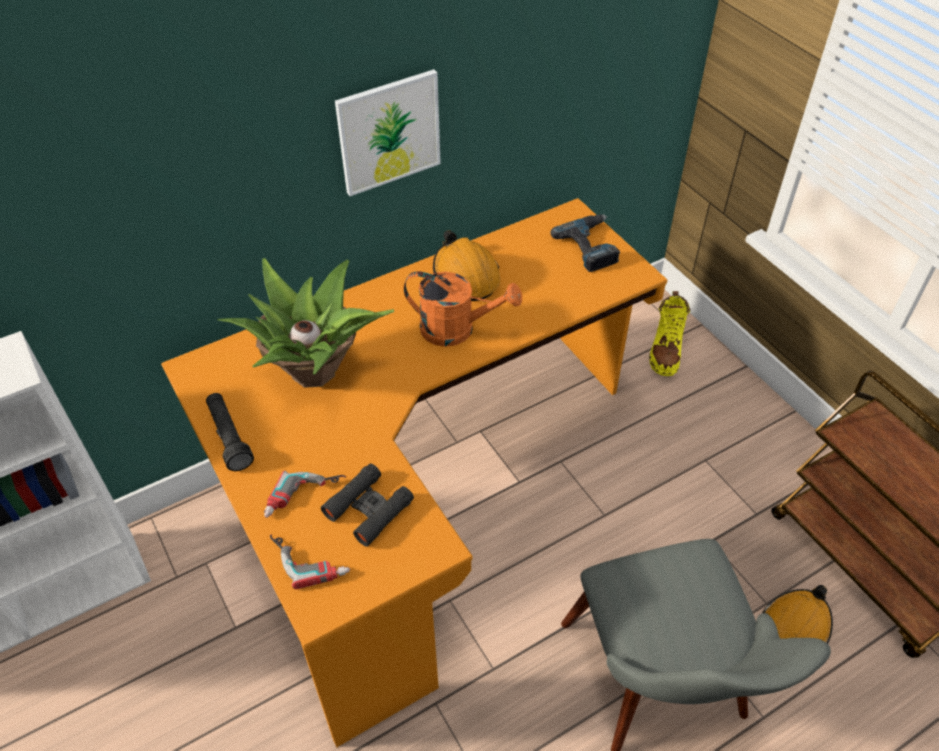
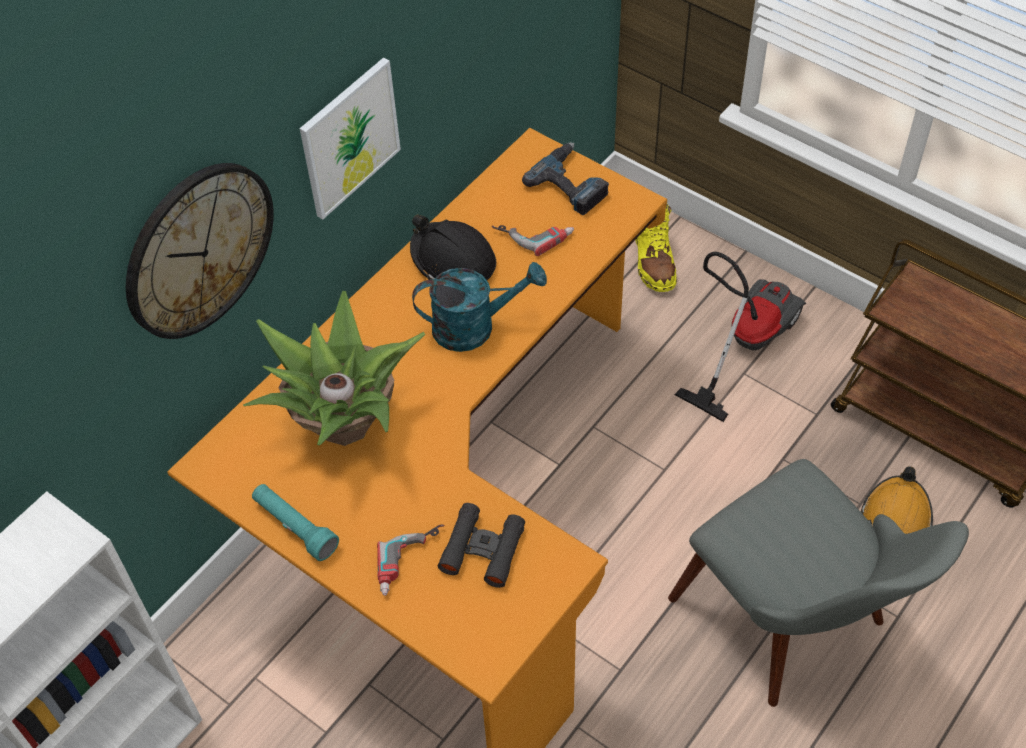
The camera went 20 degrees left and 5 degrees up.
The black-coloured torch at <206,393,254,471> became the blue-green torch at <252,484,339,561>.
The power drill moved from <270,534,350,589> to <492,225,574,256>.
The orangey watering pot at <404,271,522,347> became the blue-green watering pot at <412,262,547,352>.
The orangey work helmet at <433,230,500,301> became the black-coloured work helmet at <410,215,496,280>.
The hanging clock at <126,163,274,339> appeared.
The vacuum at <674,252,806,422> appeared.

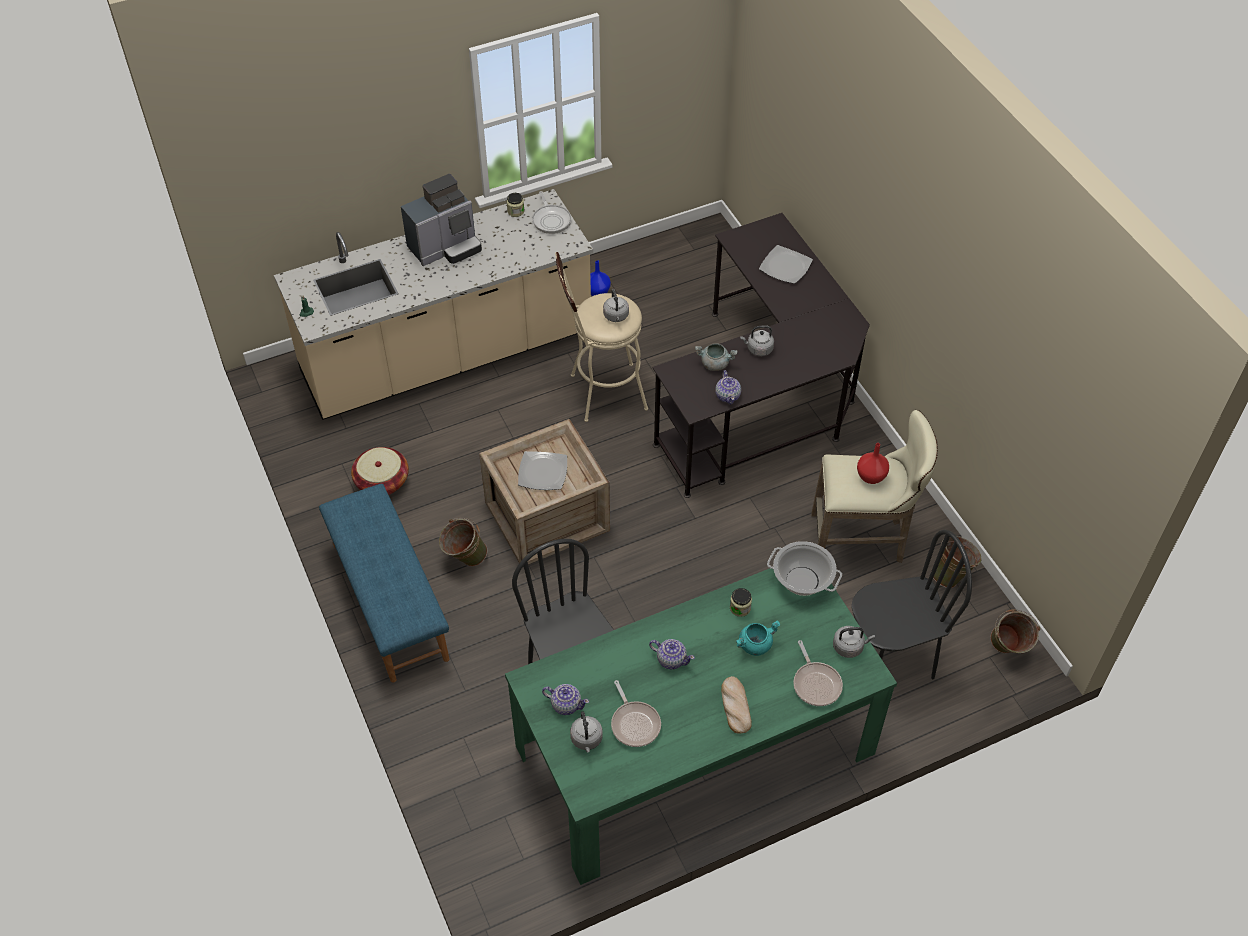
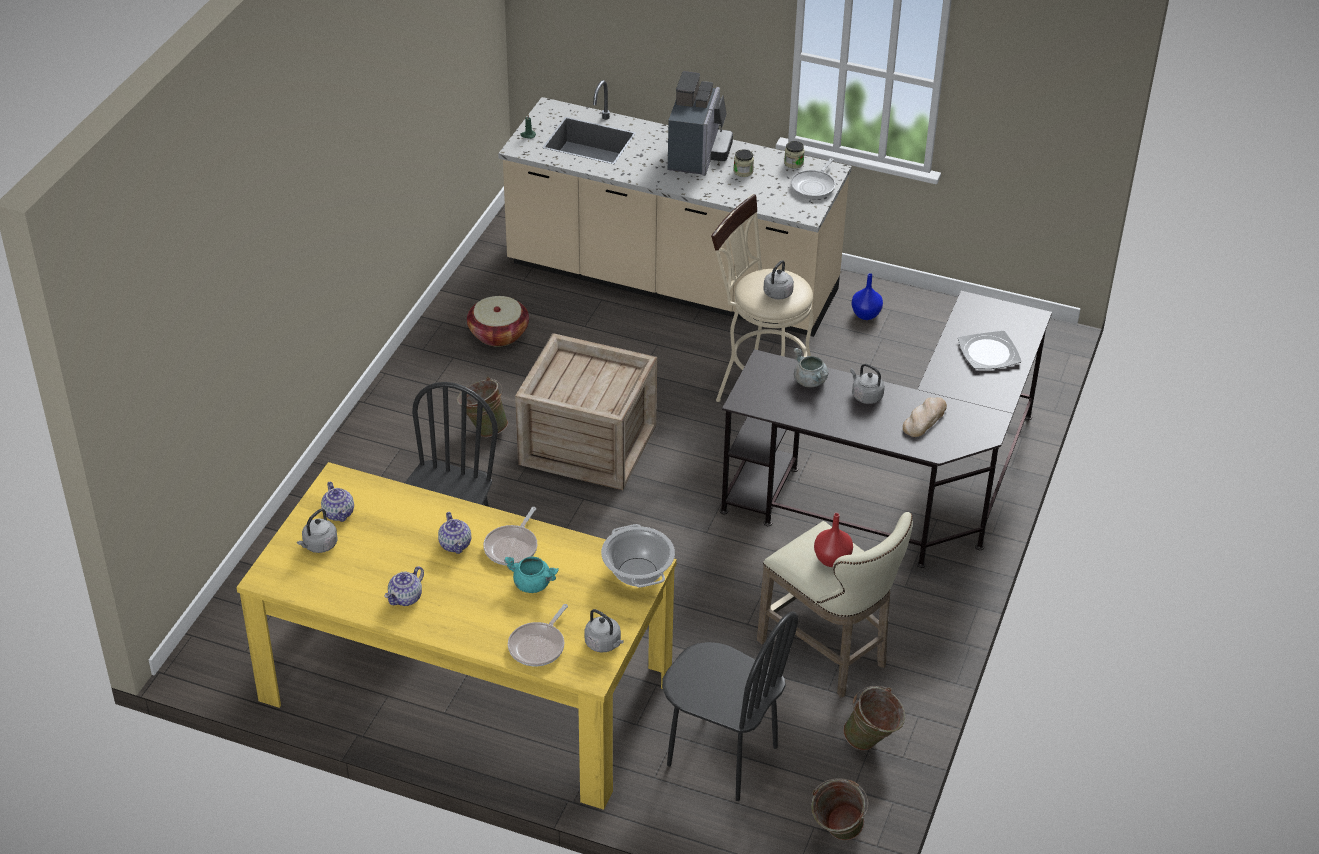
The camera went 45 degrees right and 10 degrees down.
The bluish indoor bench at <319,484,449,683> disappeared.
The coffee brewer at <401,174,482,266> turned 90 degrees counterclockwise.
The green dinner table at <505,568,897,885> became the yellow dinner table at <236,462,677,810>.
The dinner plate at <518,451,567,490> disappeared.
The skillet moved from <611,680,661,747> to <483,507,537,566>.
The tea pot moved from <716,370,741,404> to <384,566,424,606>.
The bread moved from <721,676,752,734> to <903,397,947,437>.
The preserve jar moved from <730,588,752,617> to <734,149,754,177>.

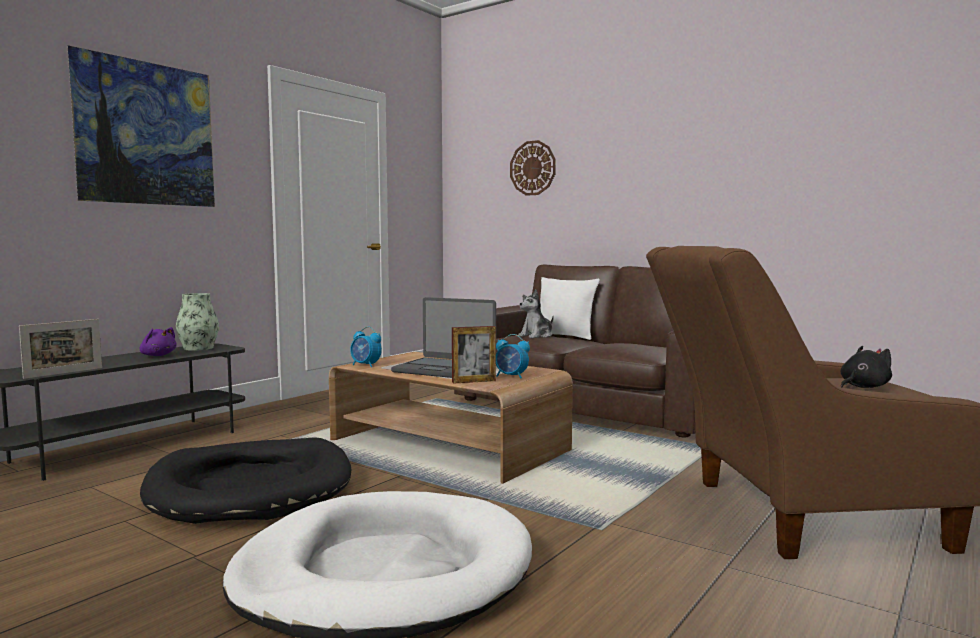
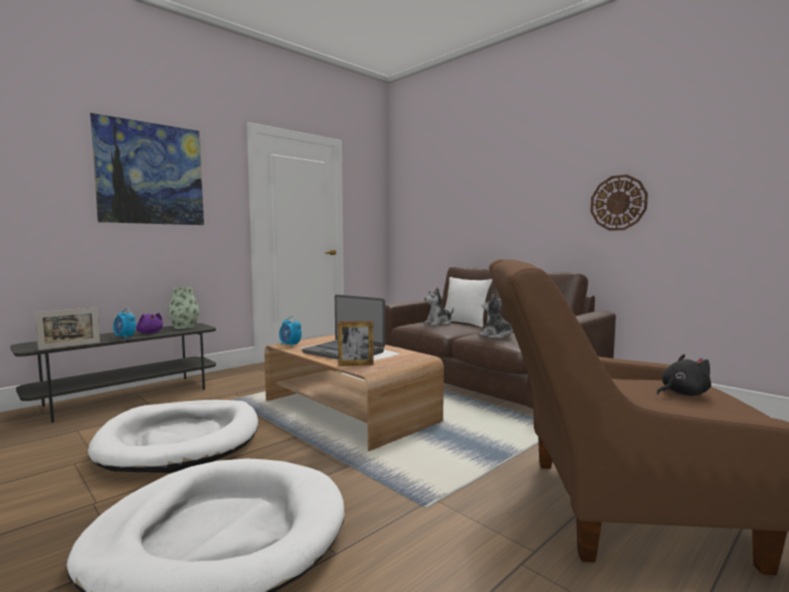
The camera went 10 degrees right and 0 degrees up.
The black-coloured dog bed at <140,437,351,524> became the white dog bed at <88,400,258,473>.
The table clock moved from <496,334,530,378> to <113,308,136,339>.
The hanging clock moved from <510,140,556,196> to <590,175,648,231>.
The plush toy at <479,294,513,338> appeared.

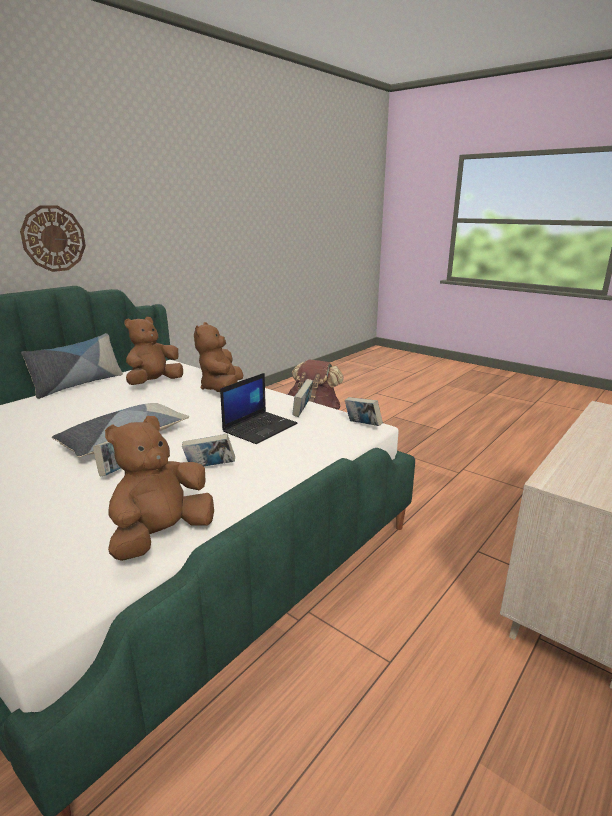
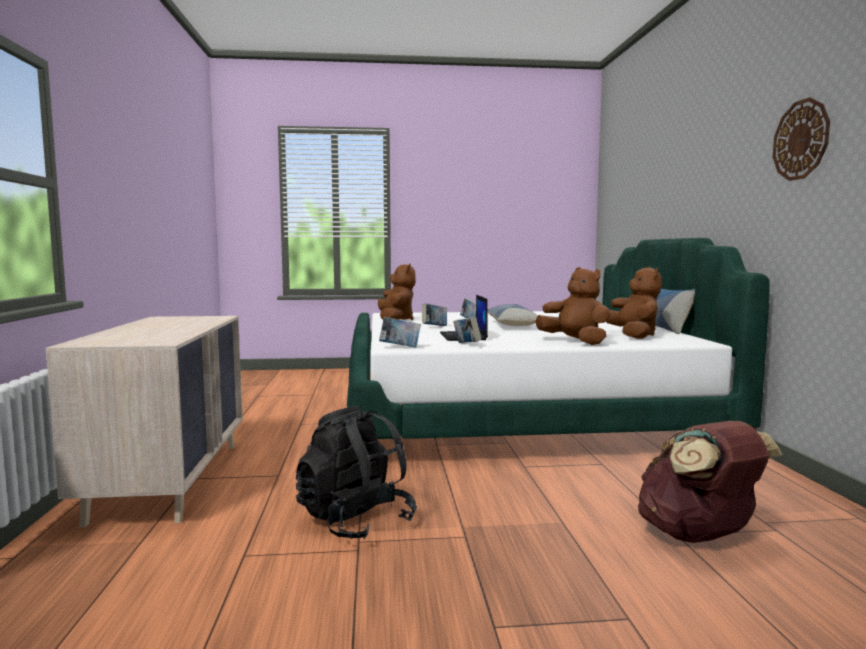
The camera went 135 degrees right and 15 degrees down.
The hanging clock moved from <20,205,86,272> to <773,97,830,181>.
The black-coloured knapsack at <296,406,417,539> appeared.

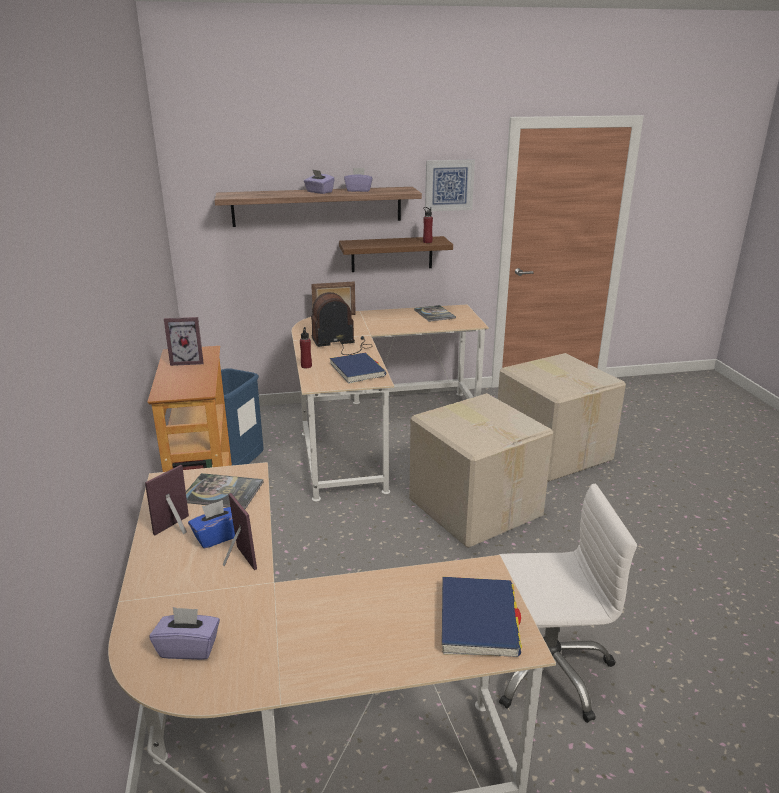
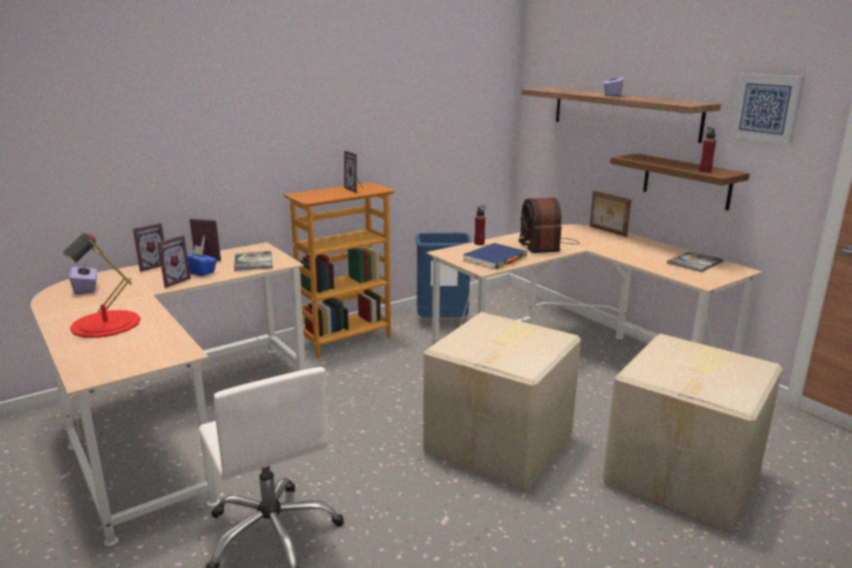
The camera went 65 degrees right and 5 degrees down.
The radio at <311,292,371,355> turned 150 degrees counterclockwise.
The purple tissue box at <344,168,373,192> disappeared.
The bluish bound book at <442,577,522,657> disappeared.
The reddish lamp for a table at <63,233,141,338> appeared.
The photo frame at <133,223,164,272> appeared.

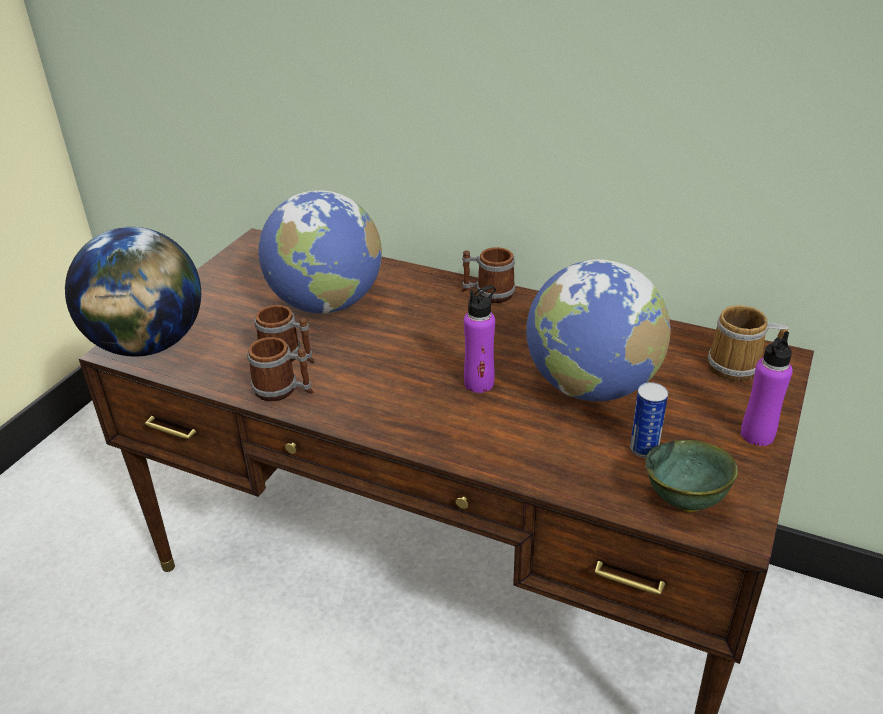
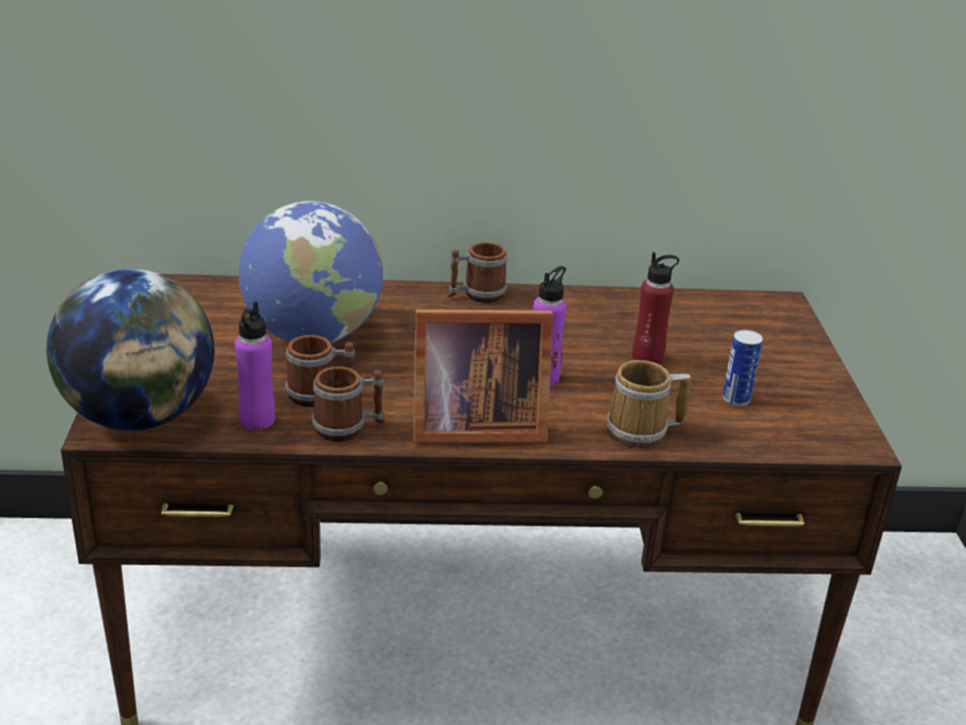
The camera went 30 degrees left and 5 degrees down.
The desk globe at <526,259,670,401> was replaced by the reddish bottle at <632,252,679,365>.
The green bowl at <645,439,738,512> disappeared.
The tea mug moved from <708,305,789,382> to <607,360,691,449>.
The purple bottle moved from <741,331,793,446> to <235,301,275,430>.
The photo frame at <413,309,553,443> appeared.

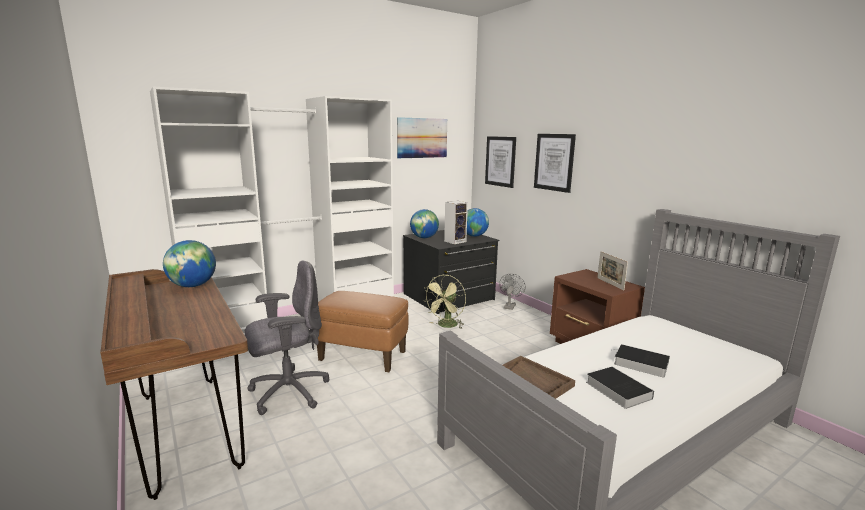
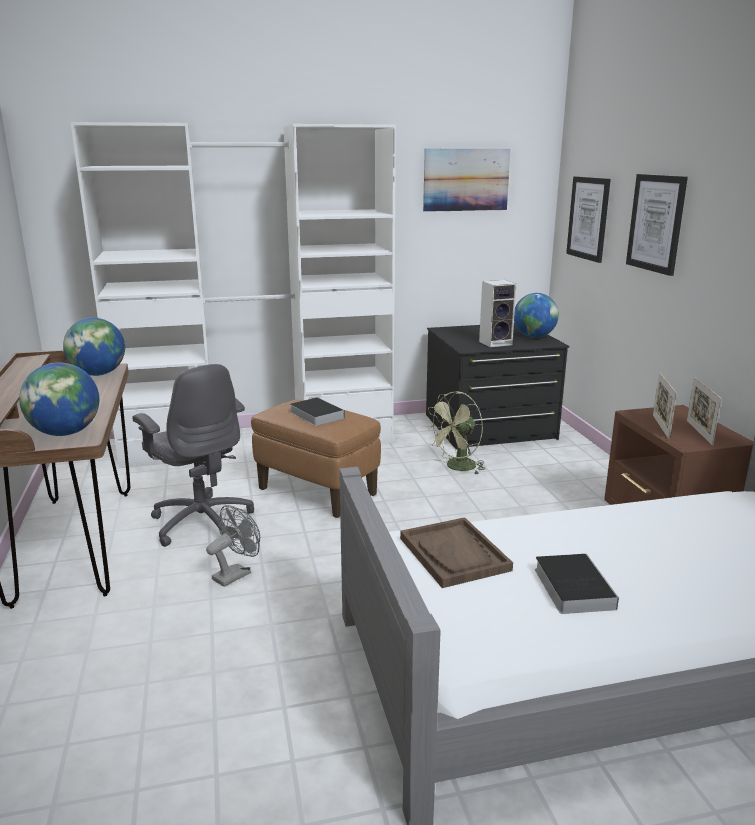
The camera went 20 degrees right and 5 degrees up.
The grey computer chair at <245,260,329,415> turned 60 degrees clockwise.
The desk globe moved from <410,209,439,238> to <19,362,99,436>.
The grey electric fan moved from <499,274,526,310> to <206,505,260,587>.
The bound book moved from <614,344,670,378> to <290,397,345,426>.
The photo frame at <653,372,677,439> appeared.

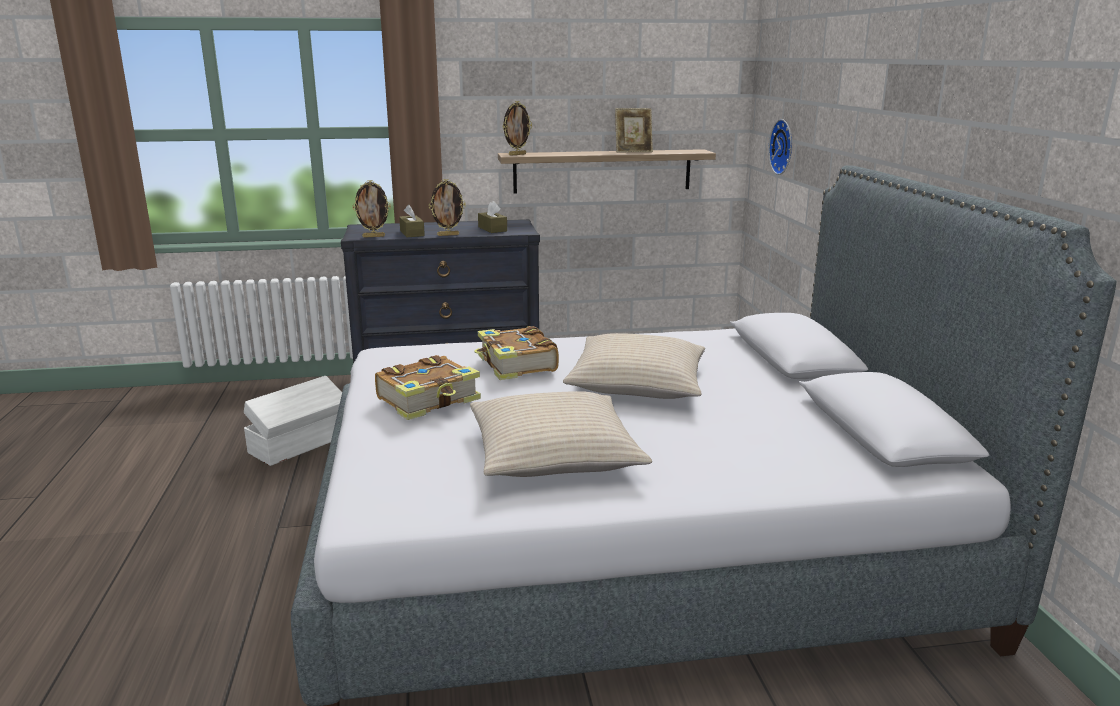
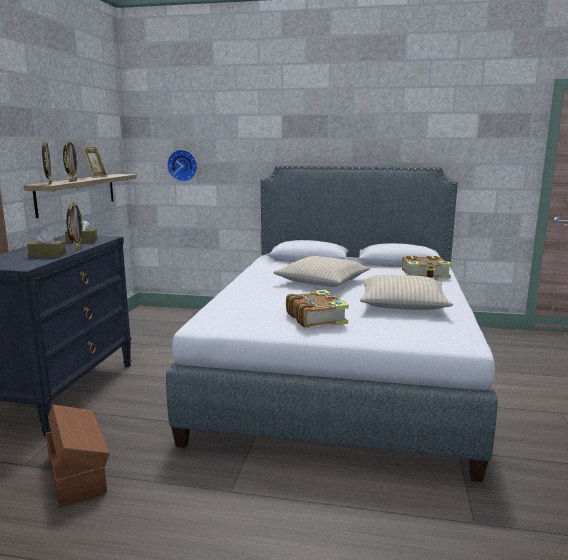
The camera went 70 degrees left and 5 degrees down.
The white storage box at <244,376,342,466> became the brown storage box at <46,405,110,507>.
The photo frame moved from <353,180,391,238> to <63,140,78,182>.
The bound book moved from <474,326,559,380> to <402,256,452,278>.

